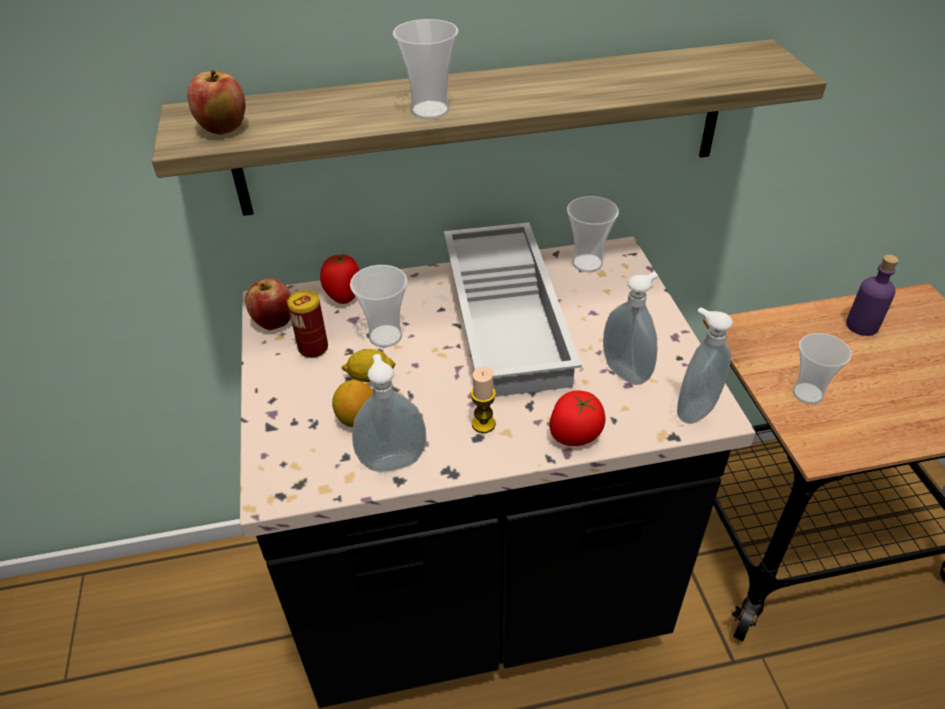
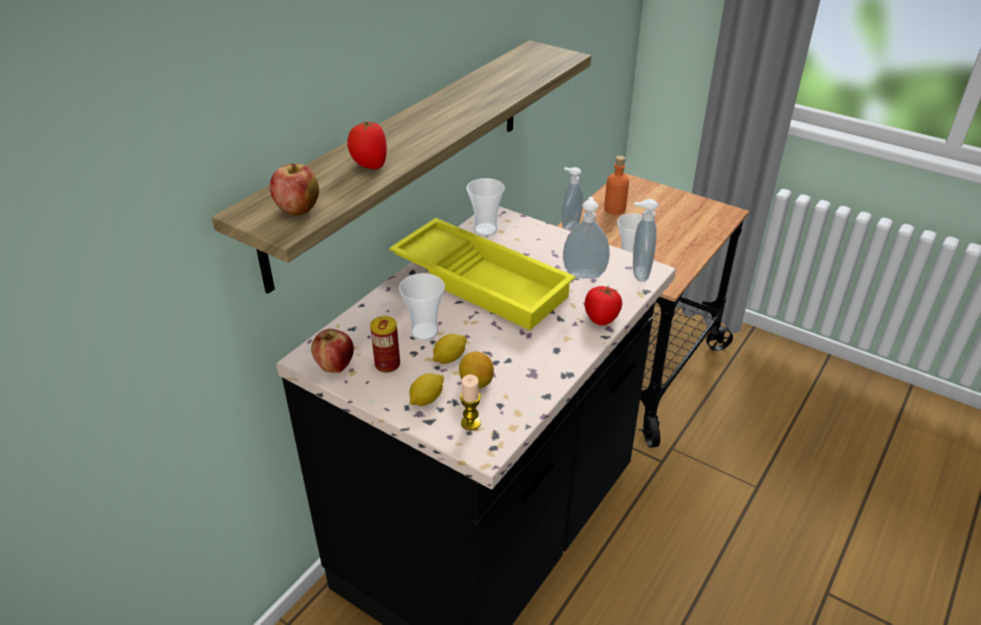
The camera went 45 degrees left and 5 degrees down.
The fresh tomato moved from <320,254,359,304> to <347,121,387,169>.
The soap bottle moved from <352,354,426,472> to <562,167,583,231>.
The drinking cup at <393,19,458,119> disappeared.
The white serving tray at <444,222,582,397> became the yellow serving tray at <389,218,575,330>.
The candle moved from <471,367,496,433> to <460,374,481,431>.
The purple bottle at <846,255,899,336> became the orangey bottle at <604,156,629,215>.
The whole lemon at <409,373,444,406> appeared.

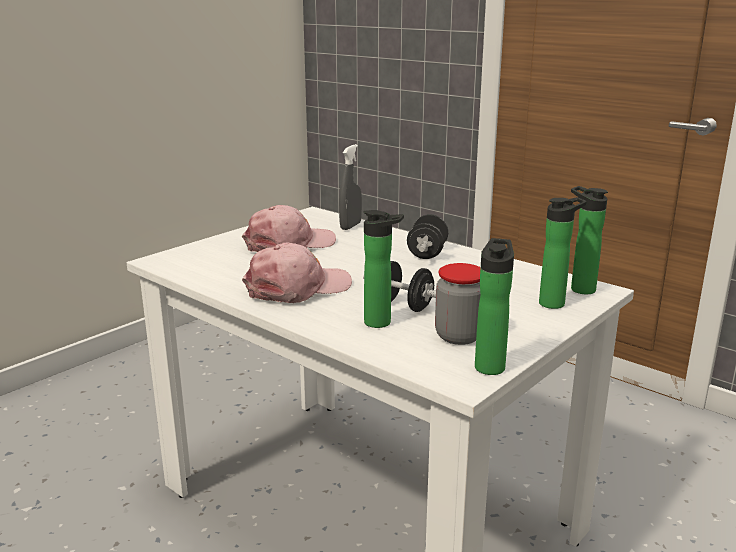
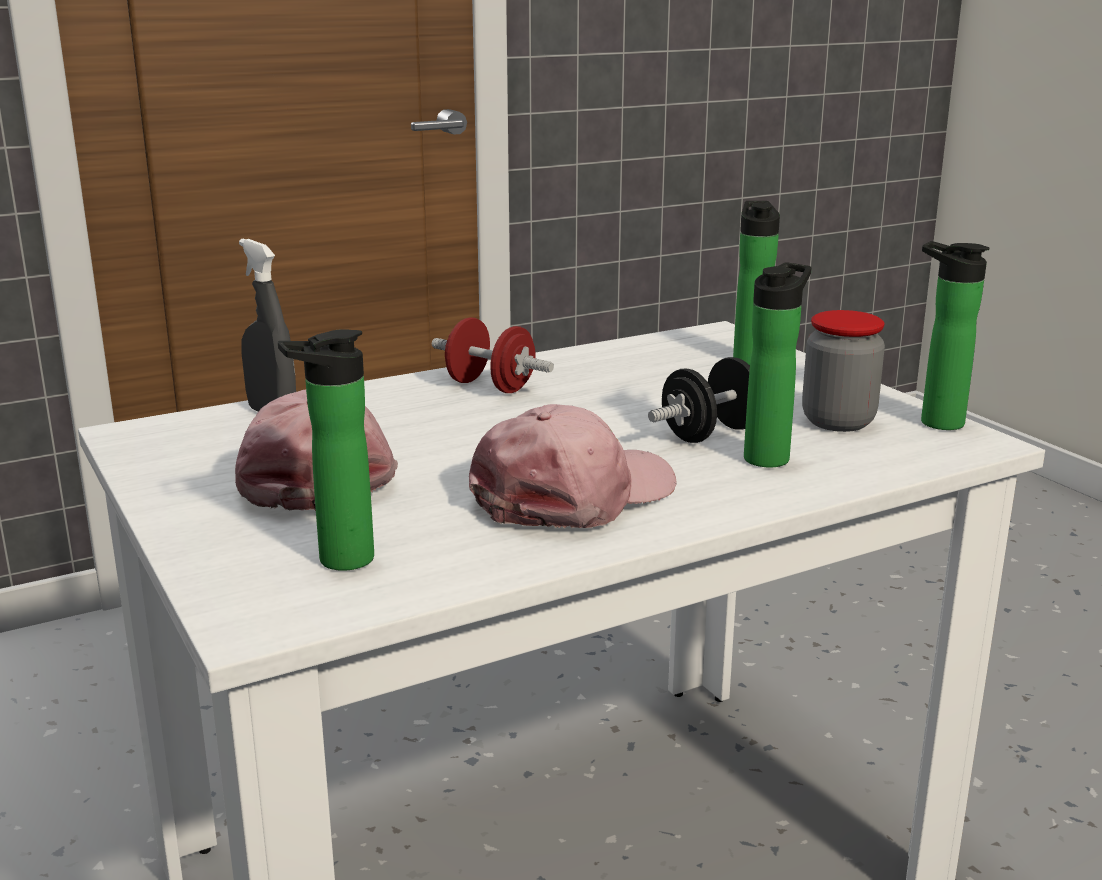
The camera went 70 degrees left and 0 degrees up.
The pinkish baseball cap at <242,243,352,303> turned 60 degrees clockwise.
The black-coloured free weight at <407,214,448,259> became the reddish free weight at <432,317,554,393>.
The bottle moved from <571,186,608,294> to <278,329,374,571>.

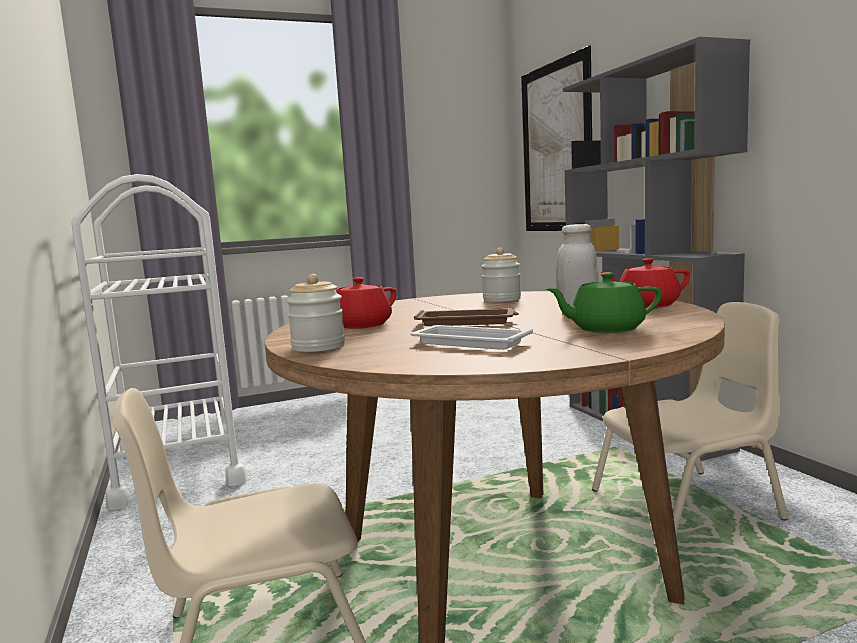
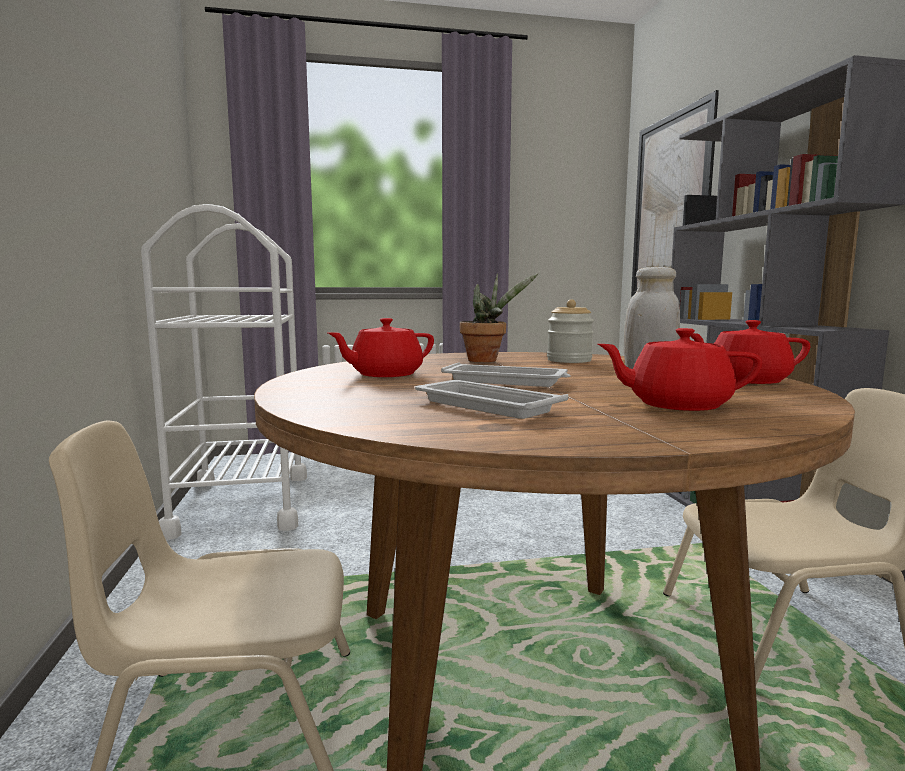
The camera went 10 degrees right and 0 degrees up.
The preserve jar at <287,274,345,352> disappeared.
The brown serving tray at <414,308,519,326> became the white serving tray at <441,362,571,387>.
The green tea pot at <547,272,662,333> became the reddish tea pot at <597,328,763,411>.
The potted plant at <460,274,538,362> appeared.

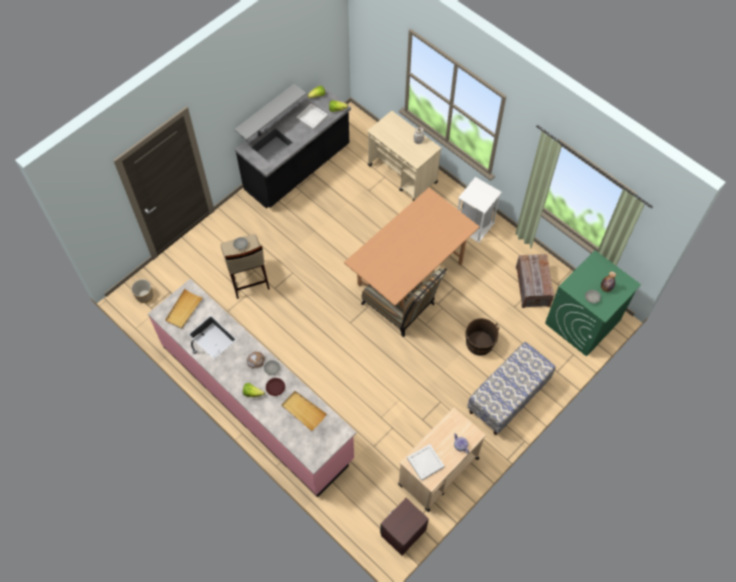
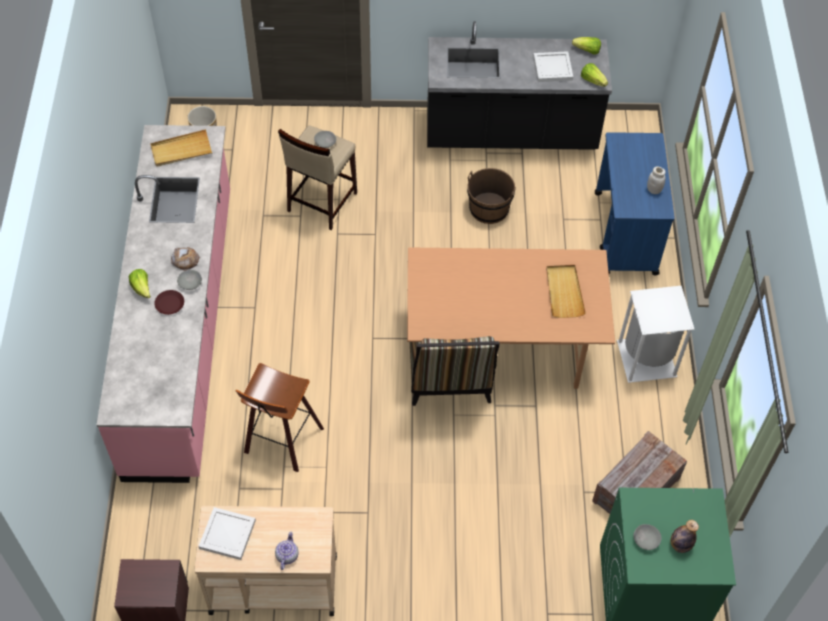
The camera went 45 degrees right and 5 degrees down.
The grey shelf at <234,84,306,140> disappeared.
The beige serving tray moved from <282,391,327,431> to <546,265,586,318>.
The beige cart at <367,111,441,201> became the bluish cart at <595,132,675,275>.
The brown bucket moved from <465,318,499,356> to <467,168,516,224>.
The indoor bench at <467,342,556,435> disappeared.
The sitting stool at <236,363,324,472> appeared.

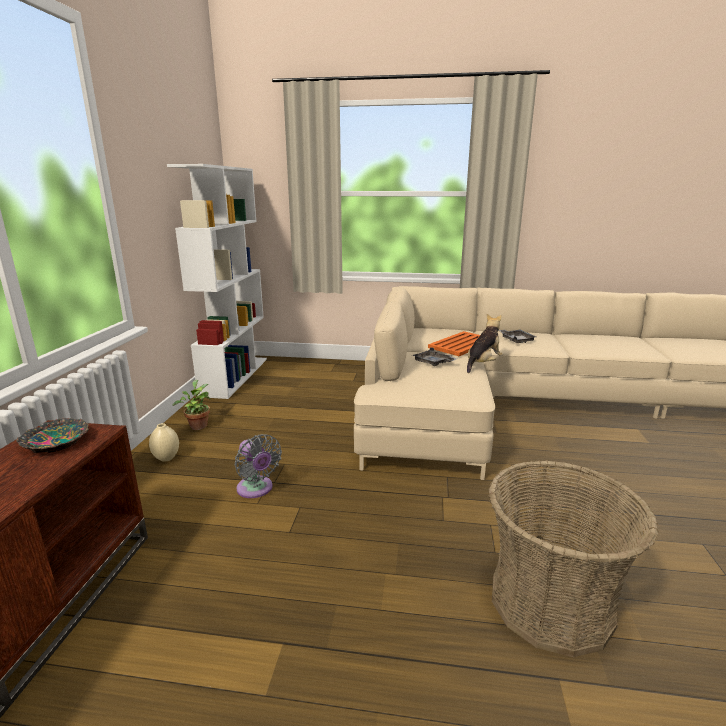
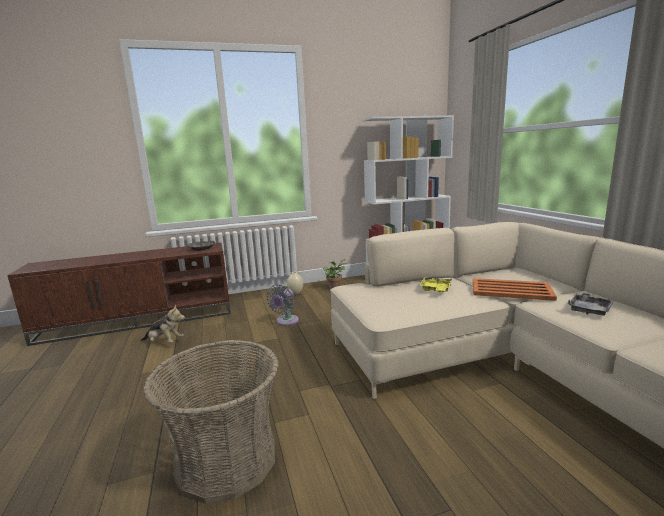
The camera went 65 degrees right and 5 degrees down.
The grey serving tray at <412,347,457,366> became the yellow serving tray at <420,277,452,292>.
The plush toy moved from <467,314,503,373> to <141,304,185,343>.

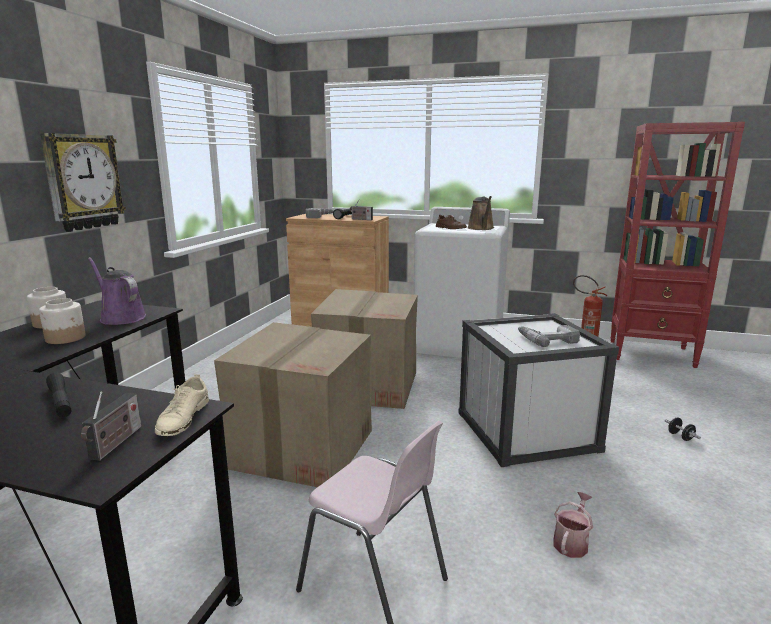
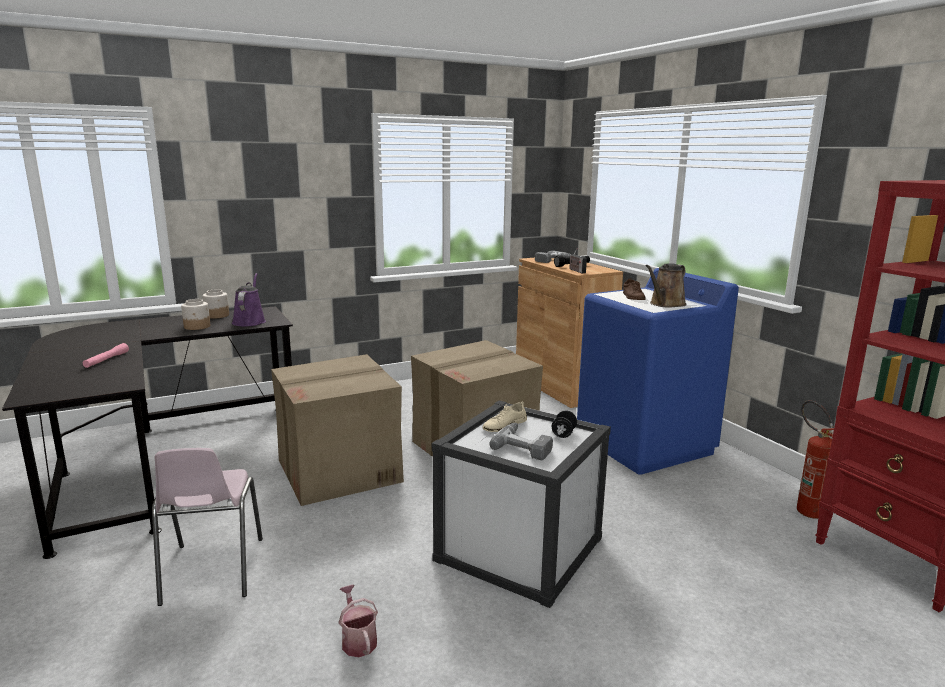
The camera went 45 degrees right and 0 degrees up.
The hanging clock at <40,133,126,232> disappeared.
The black-coloured torch at <46,373,71,417> became the pinkish torch at <83,343,129,368>.
The radio at <81,392,141,461> disappeared.
The beige item of footwear moved from <155,374,209,436> to <482,401,527,432>.
The white washing machine at <414,207,510,358> became the bluish washing machine at <577,268,739,475>.
The watering pot at <553,492,593,558> turned 105 degrees counterclockwise.
The black-coloured free weight moved from <665,417,701,441> to <552,411,577,438>.

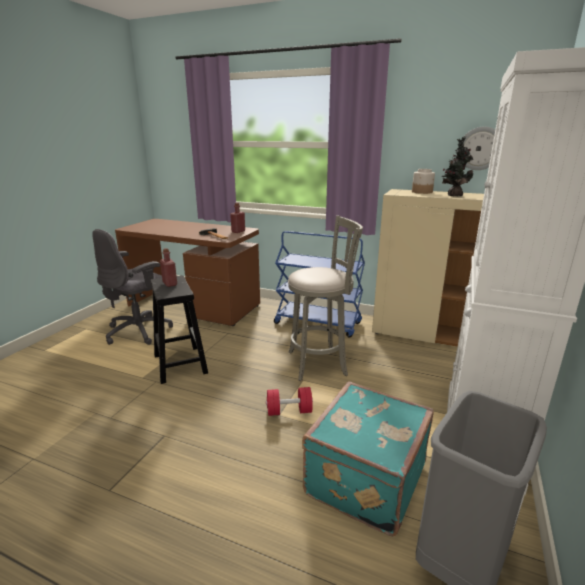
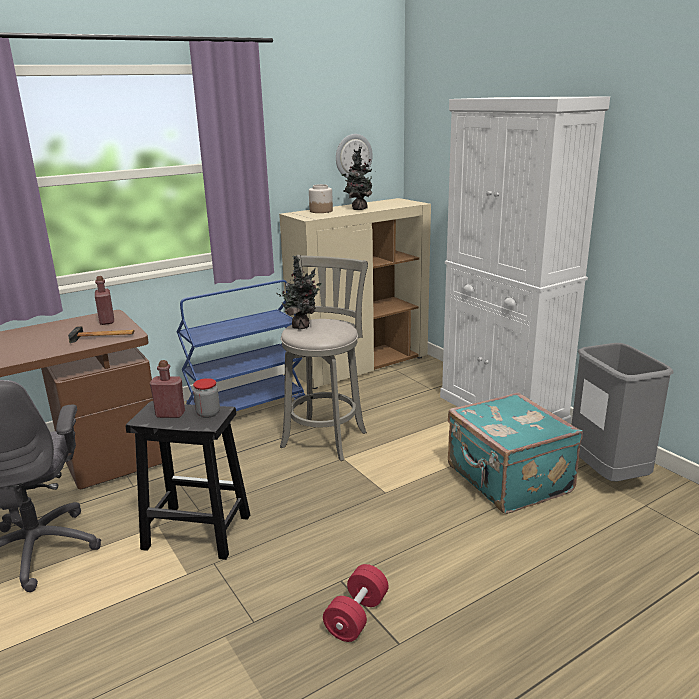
The camera went 55 degrees left and 0 degrees up.
The reddish free weight moved from <266,387,313,416> to <323,564,389,642>.
The preserve jar at <193,378,220,418> appeared.
The potted plant at <276,256,322,330> appeared.

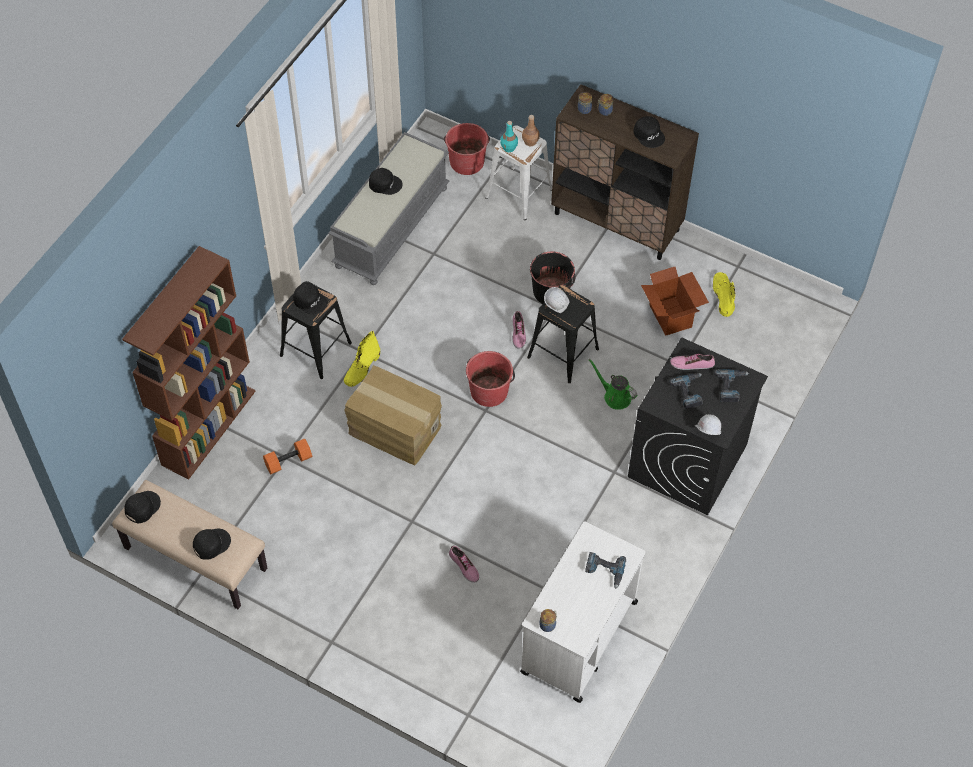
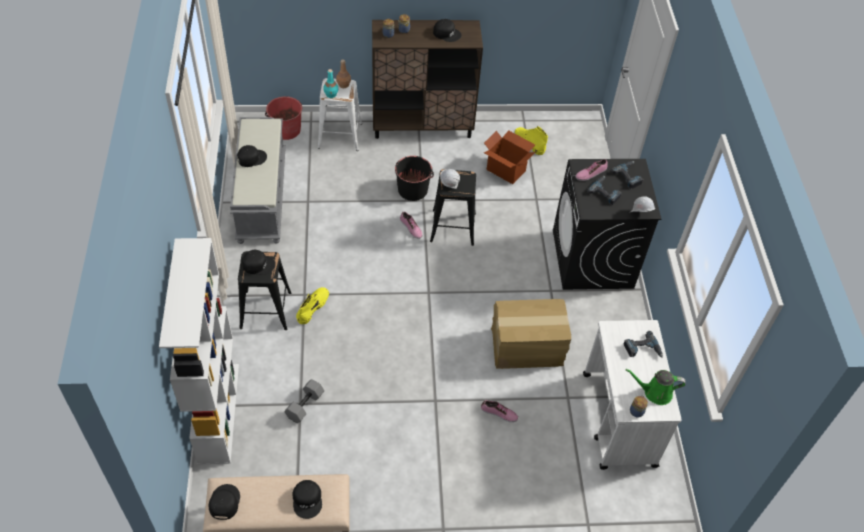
The camera went 35 degrees left and 5 degrees down.
The brown shelving unit at <122,246,256,480> became the white shelving unit at <159,238,239,464>.
The black-coloured baseball cap at <193,529,231,560> turned 150 degrees clockwise.
The orangey free weight at <263,438,312,474> became the grey free weight at <284,379,324,423>.
The yellow high-top boot at <344,331,380,387> turned 150 degrees counterclockwise.
The cardboard box moved from <344,365,442,465> to <491,299,571,369>.
The reddish bucket at <466,351,515,407> disappeared.
The green watering pot moved from <589,359,637,410> to <626,369,686,405>.

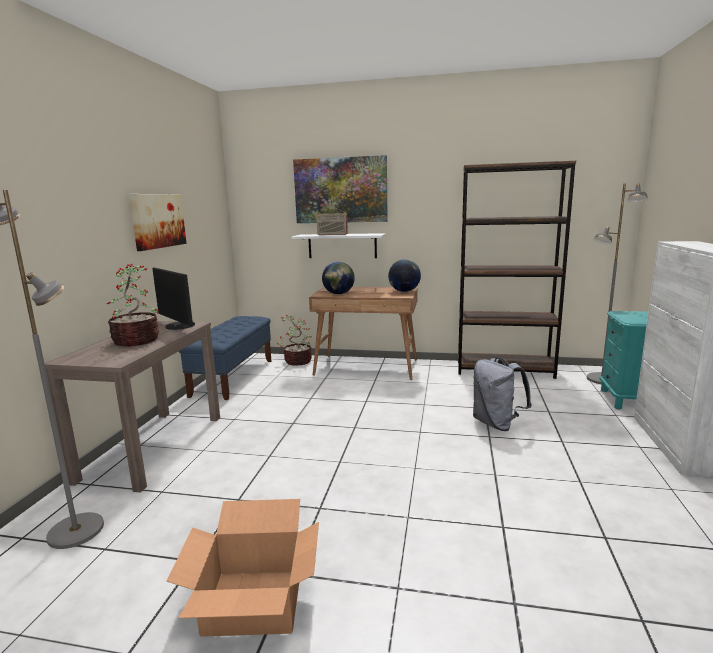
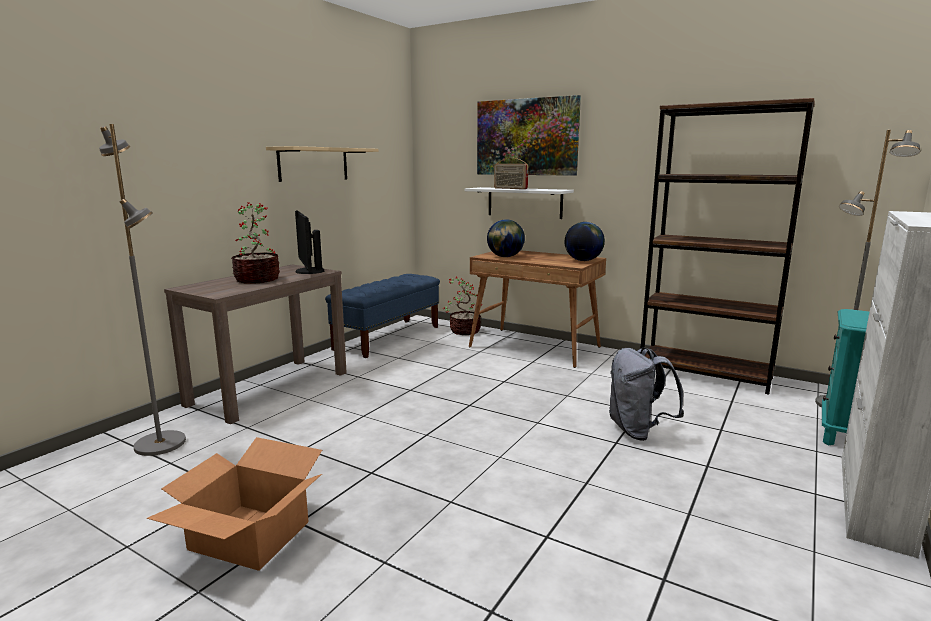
The camera went 20 degrees right and 0 degrees up.
The picture at <129,194,186,251> was replaced by the beige shelf at <266,146,378,182>.

